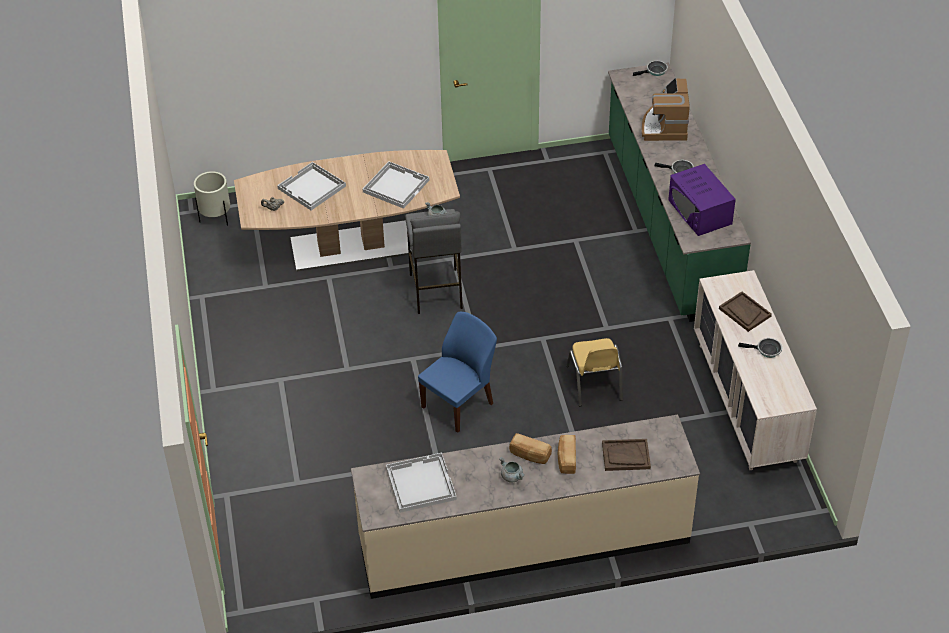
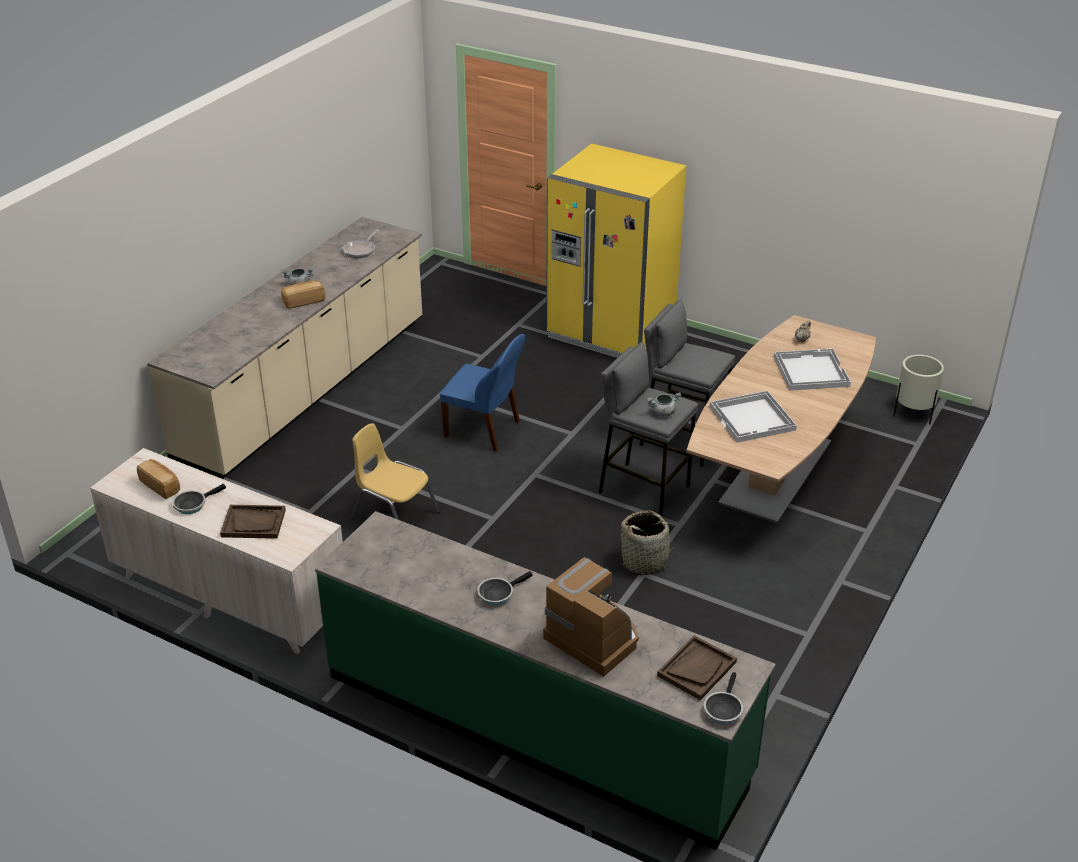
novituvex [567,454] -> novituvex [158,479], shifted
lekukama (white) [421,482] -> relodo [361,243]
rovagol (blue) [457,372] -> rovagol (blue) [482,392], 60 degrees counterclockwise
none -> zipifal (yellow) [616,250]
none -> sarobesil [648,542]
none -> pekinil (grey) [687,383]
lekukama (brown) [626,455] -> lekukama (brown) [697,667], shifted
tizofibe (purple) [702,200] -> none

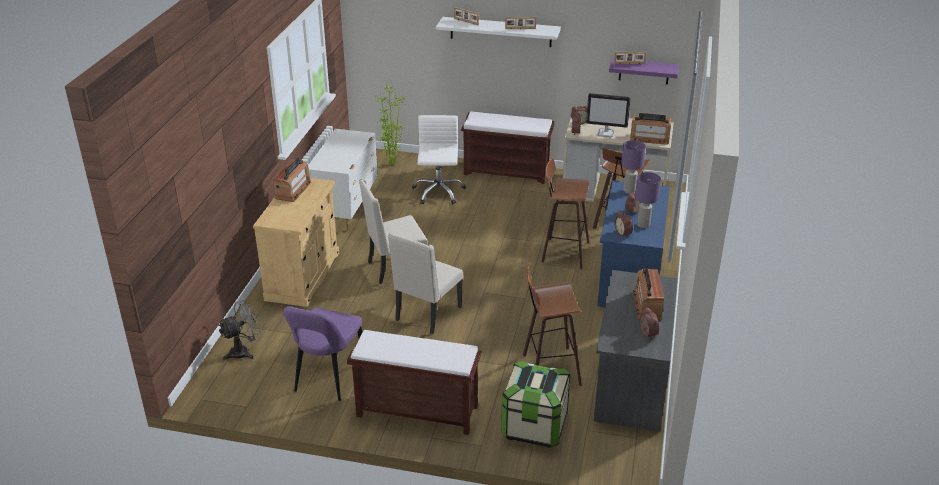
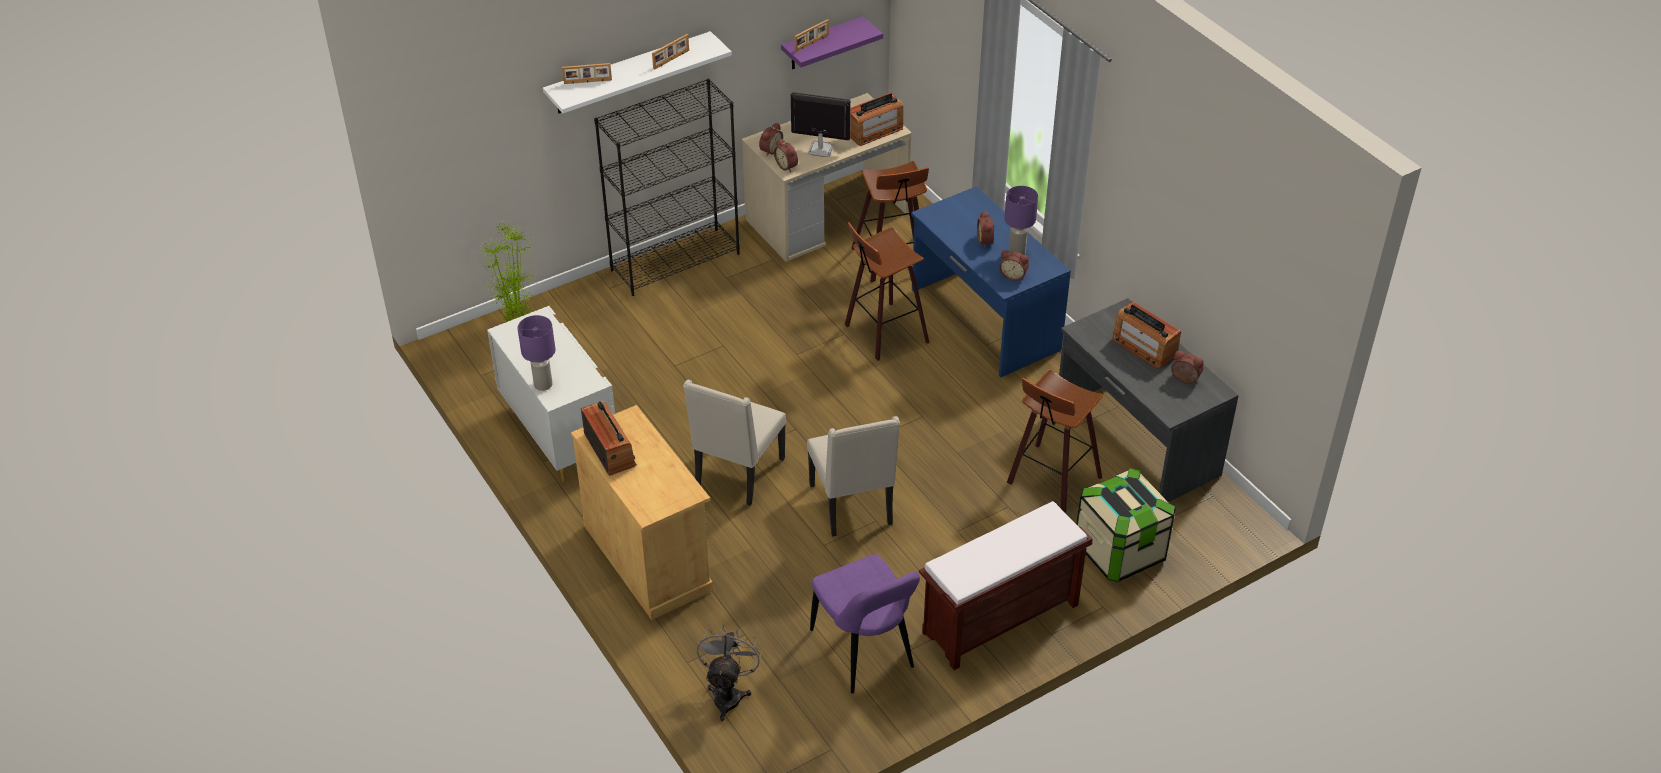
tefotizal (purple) [633,167] -> tefotizal (purple) [536,353], shifted
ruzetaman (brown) [507,148] -> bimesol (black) [667,187]
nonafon [608,115] -> nonafon [821,124], 135 degrees counterclockwise
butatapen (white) [439,159] -> none

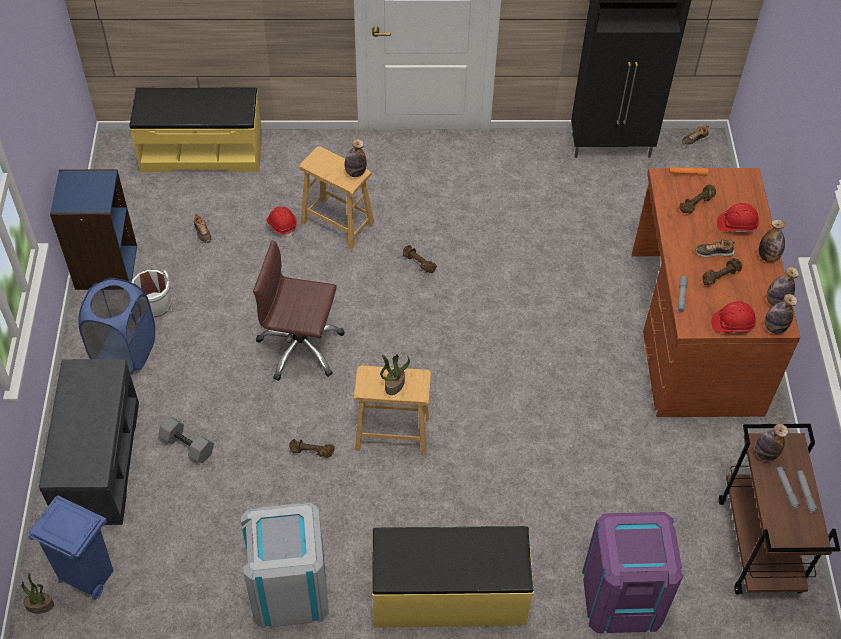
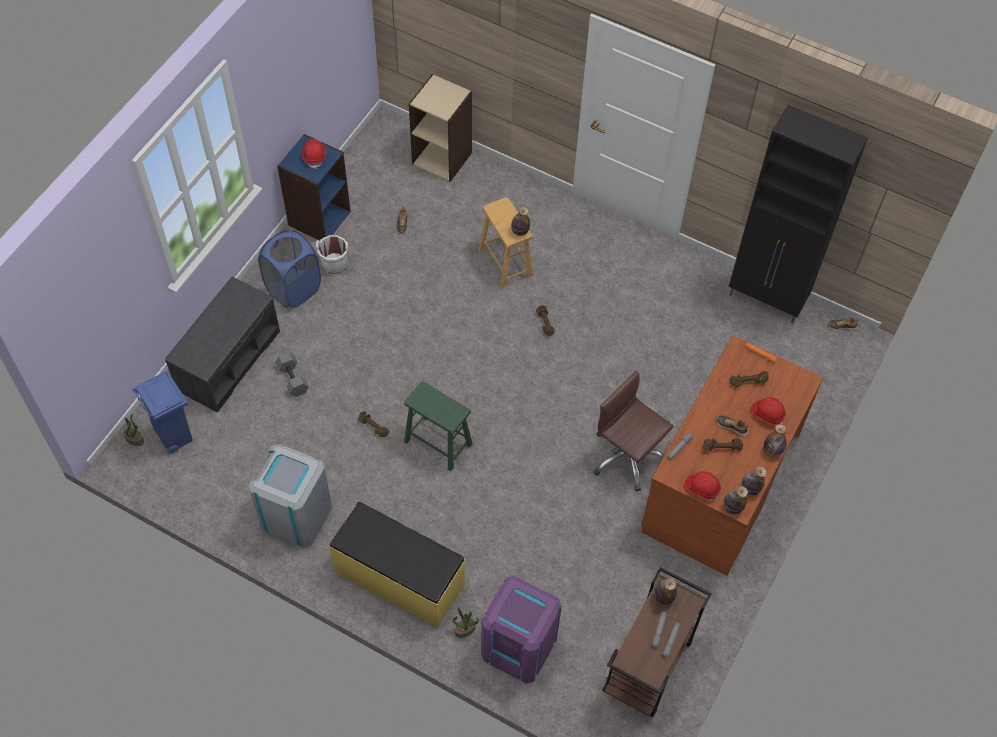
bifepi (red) [282,222] -> bifepi (red) [314,154], shifted
pekinil (brown) [392,410] -> pekinil (green) [438,426]
ruzetaman (yellow) [195,129] -> bimesol (beige) [440,128]
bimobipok [395,374] -> bimobipok [465,622], shifted
butatapen (brown) [299,310] -> butatapen (brown) [633,431], shifted

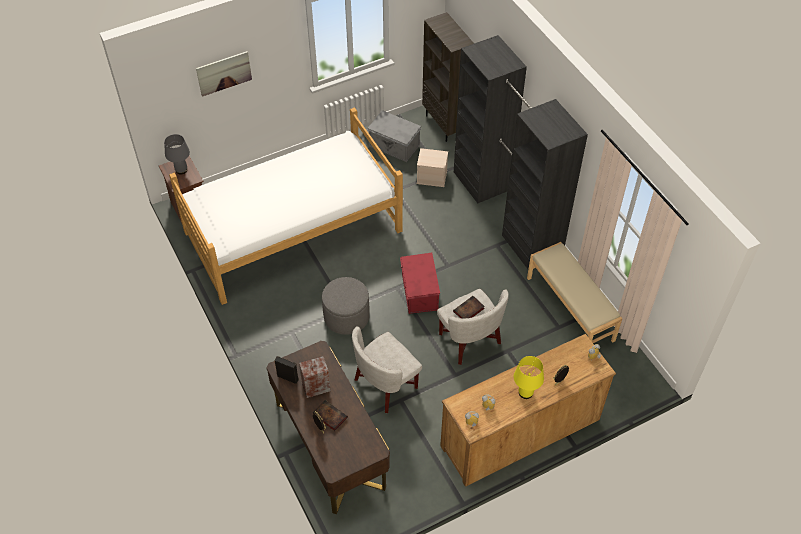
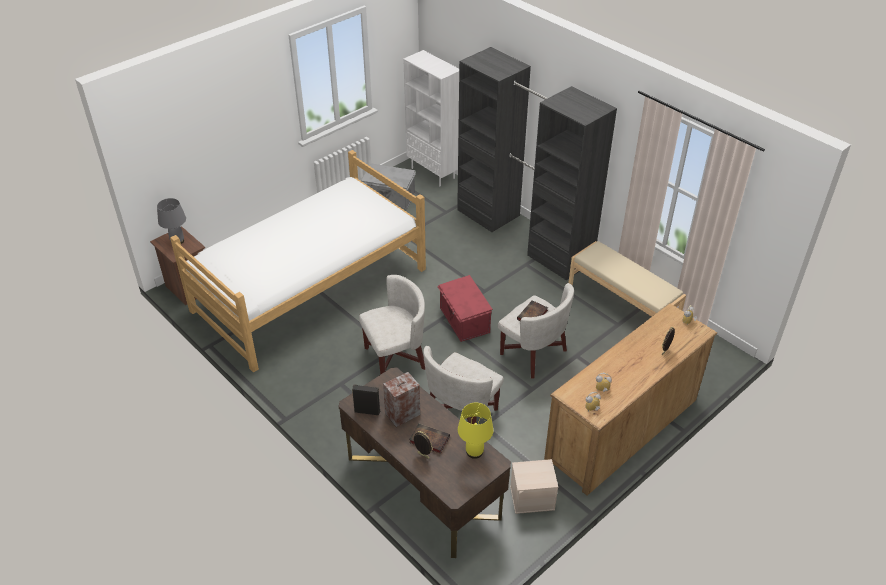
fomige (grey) [346,306] -> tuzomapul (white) [392,325]
bimesol (brown) [448,77] -> bimesol (white) [431,118]
tefotizal (yellow) [529,377] -> tefotizal (yellow) [476,431], shifted
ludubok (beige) [432,167] -> ludubok (beige) [534,486], shifted
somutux [224,74] -> none

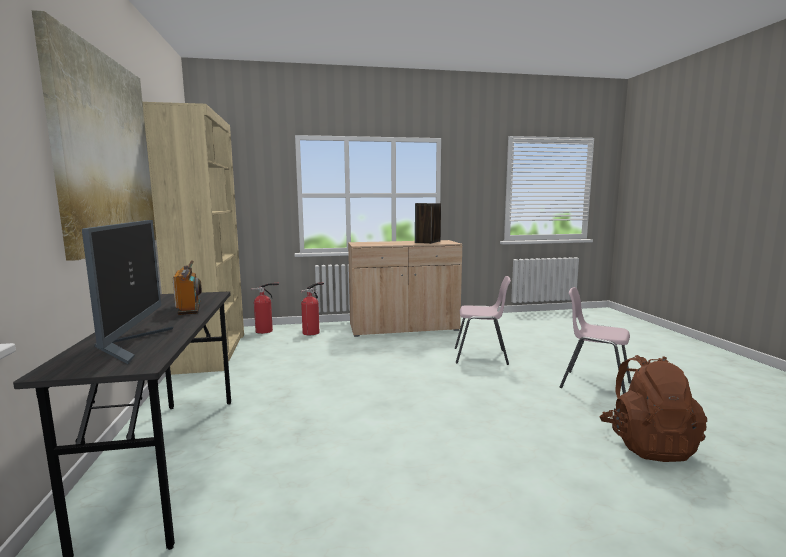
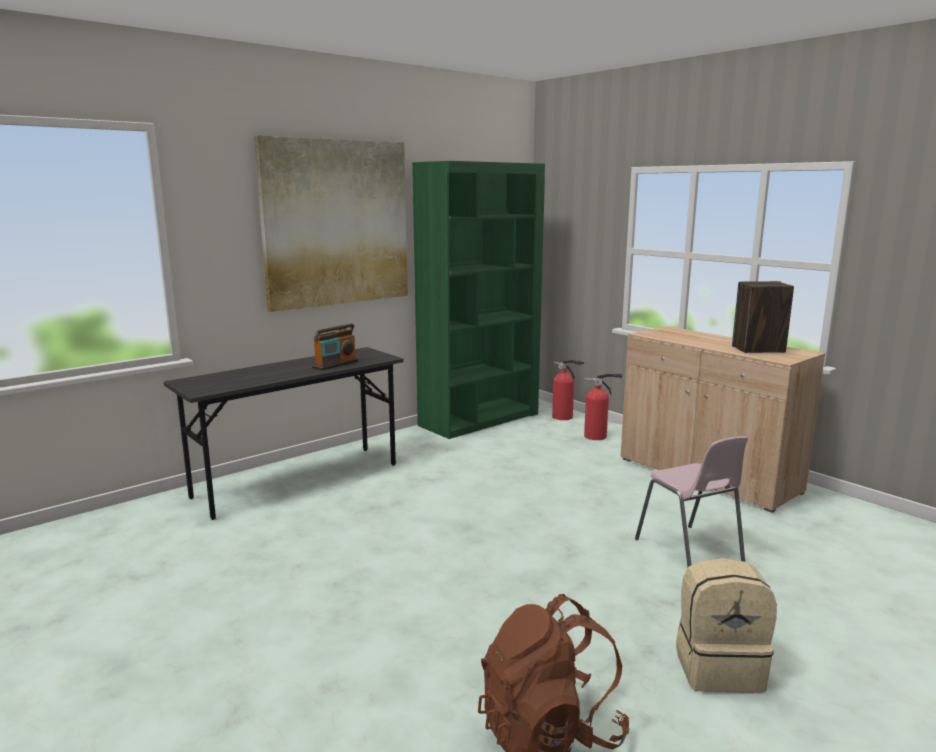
bimesol (beige) [193,238] -> bimesol (green) [478,300]
rovagol (pink) [595,340] -> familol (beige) [726,625]
nonafon [127,292] -> none

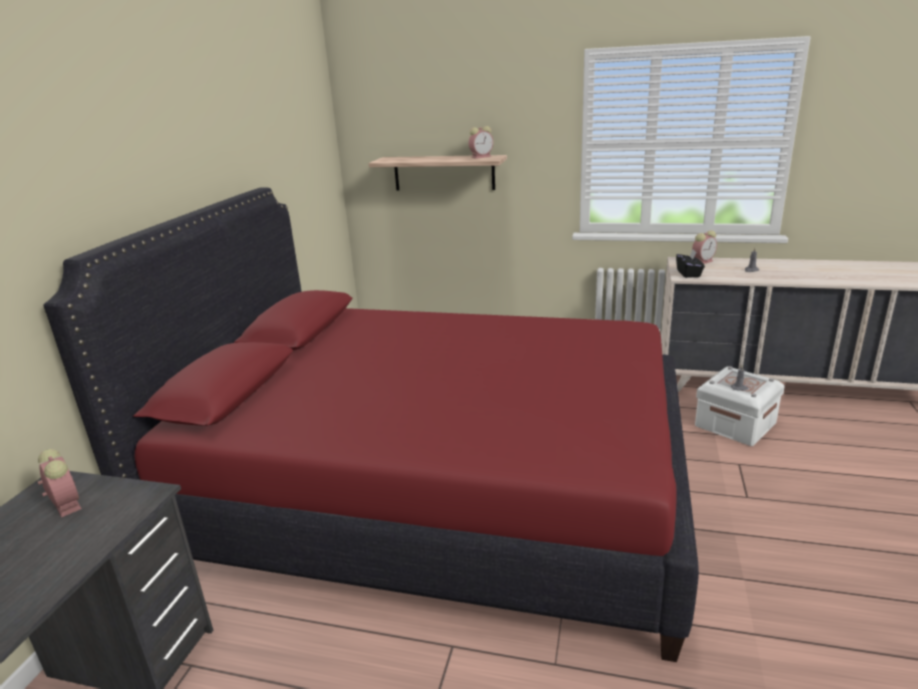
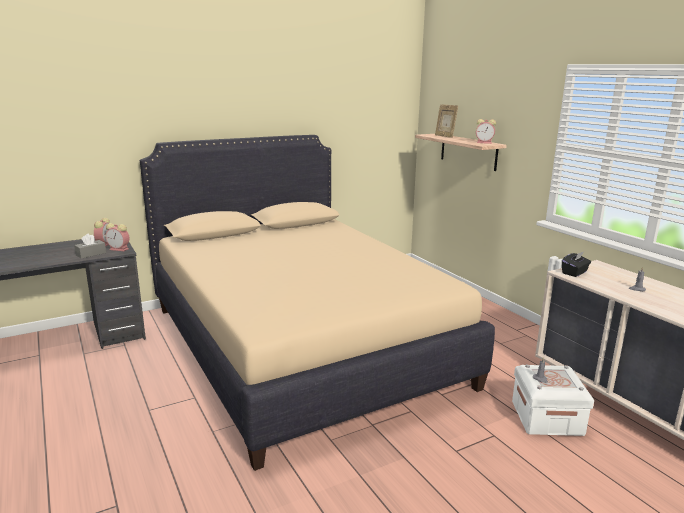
none -> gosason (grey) [90,246]
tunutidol [704,247] -> tunutidol [117,237], shifted
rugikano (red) [371,424] -> rugikano (beige) [317,303]
none -> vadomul [446,121]

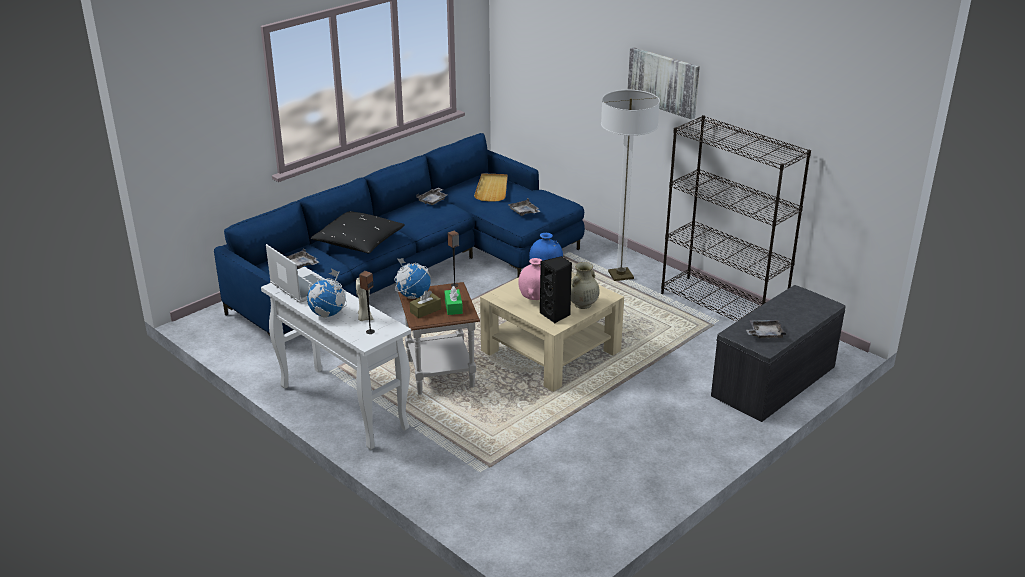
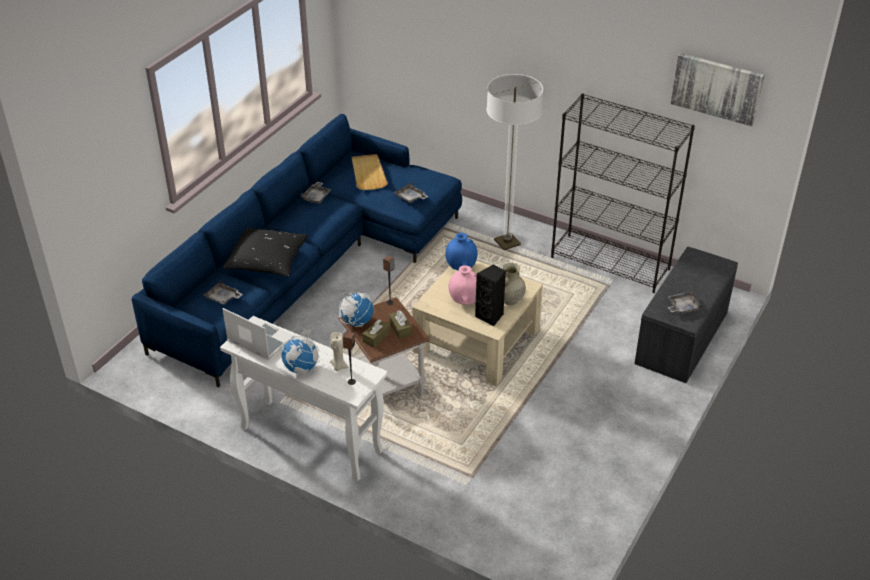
gosason (green) [454,300] -> gosason (brown) [400,324]
somutux [664,83] -> somutux [717,89], shifted

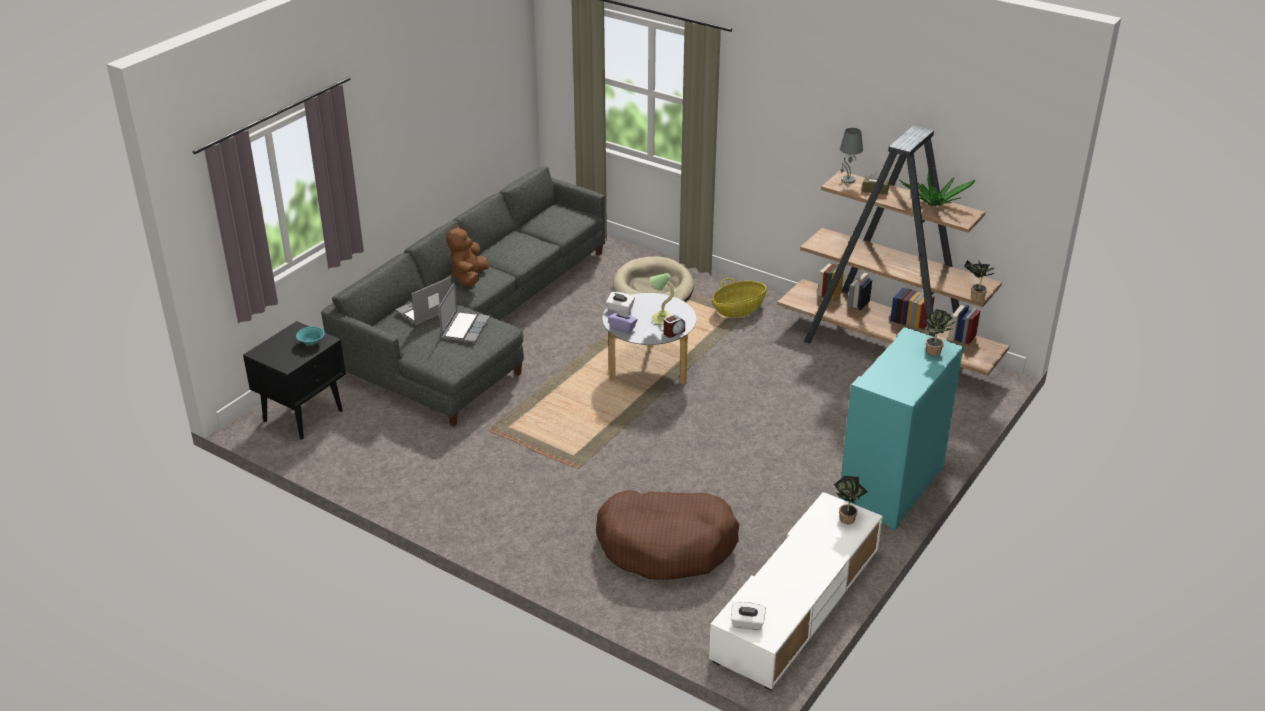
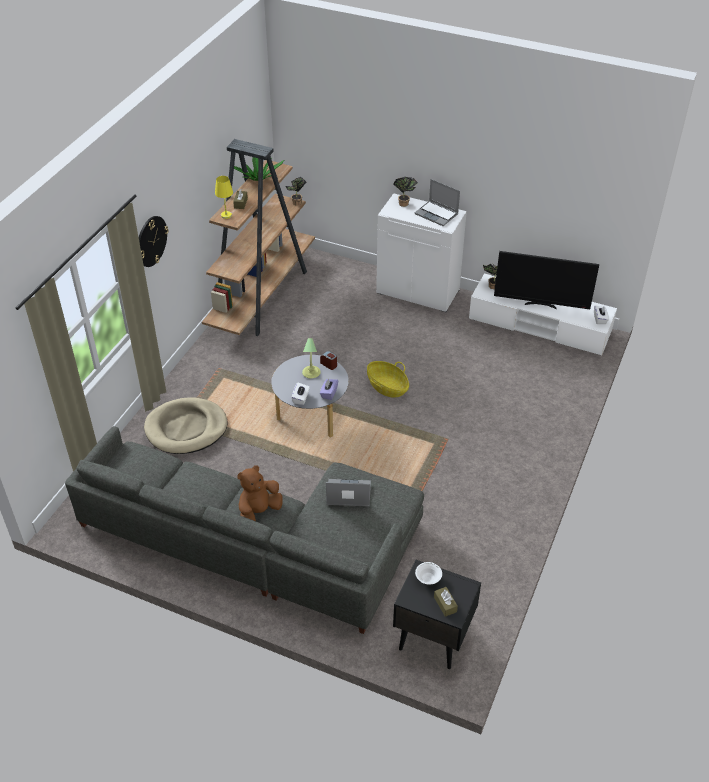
none -> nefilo [154,241]
tefotizal (grey) [851,156] -> tefotizal (yellow) [224,197]
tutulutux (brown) [468,255] -> tutulutux (brown) [260,493], 135 degrees clockwise
sarobesil [739,297] -> sarobesil [388,379], shifted
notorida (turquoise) [901,429] -> notorida (white) [421,252]
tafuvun [423,301] -> tafuvun [437,202], shifted
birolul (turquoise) [310,336] -> birolul (white) [428,573]
none -> gosason (brown) [446,602]
none -> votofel [546,280]
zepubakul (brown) [667,535] -> none

